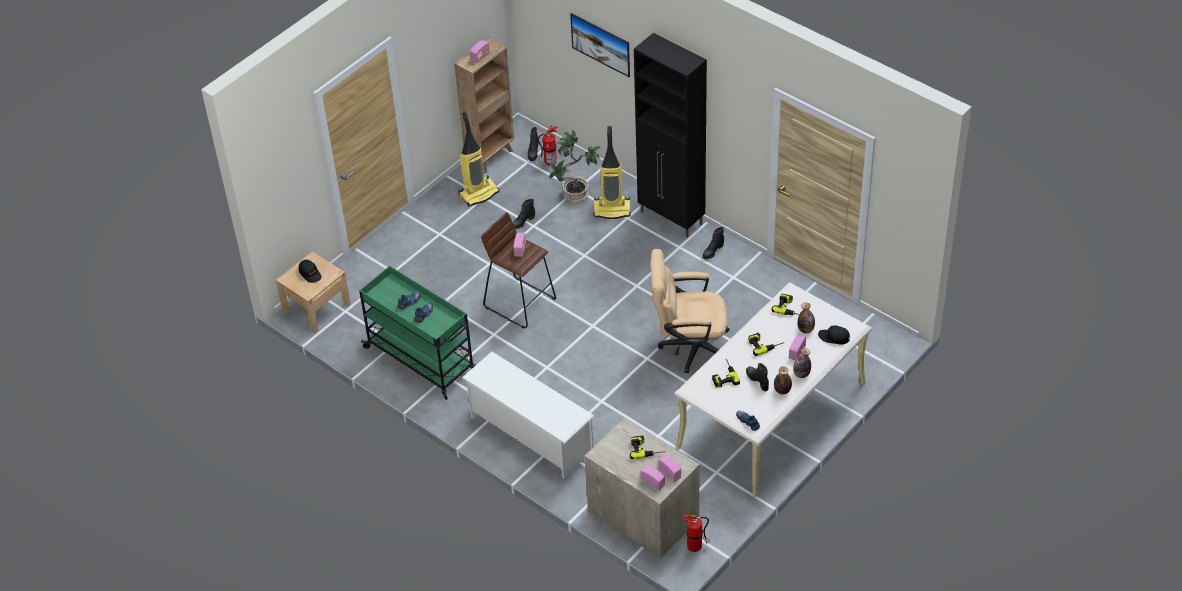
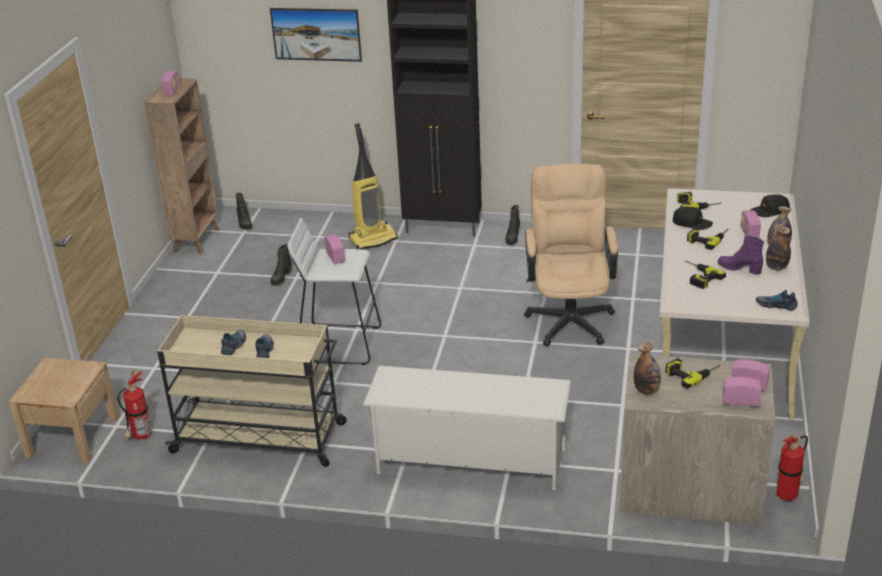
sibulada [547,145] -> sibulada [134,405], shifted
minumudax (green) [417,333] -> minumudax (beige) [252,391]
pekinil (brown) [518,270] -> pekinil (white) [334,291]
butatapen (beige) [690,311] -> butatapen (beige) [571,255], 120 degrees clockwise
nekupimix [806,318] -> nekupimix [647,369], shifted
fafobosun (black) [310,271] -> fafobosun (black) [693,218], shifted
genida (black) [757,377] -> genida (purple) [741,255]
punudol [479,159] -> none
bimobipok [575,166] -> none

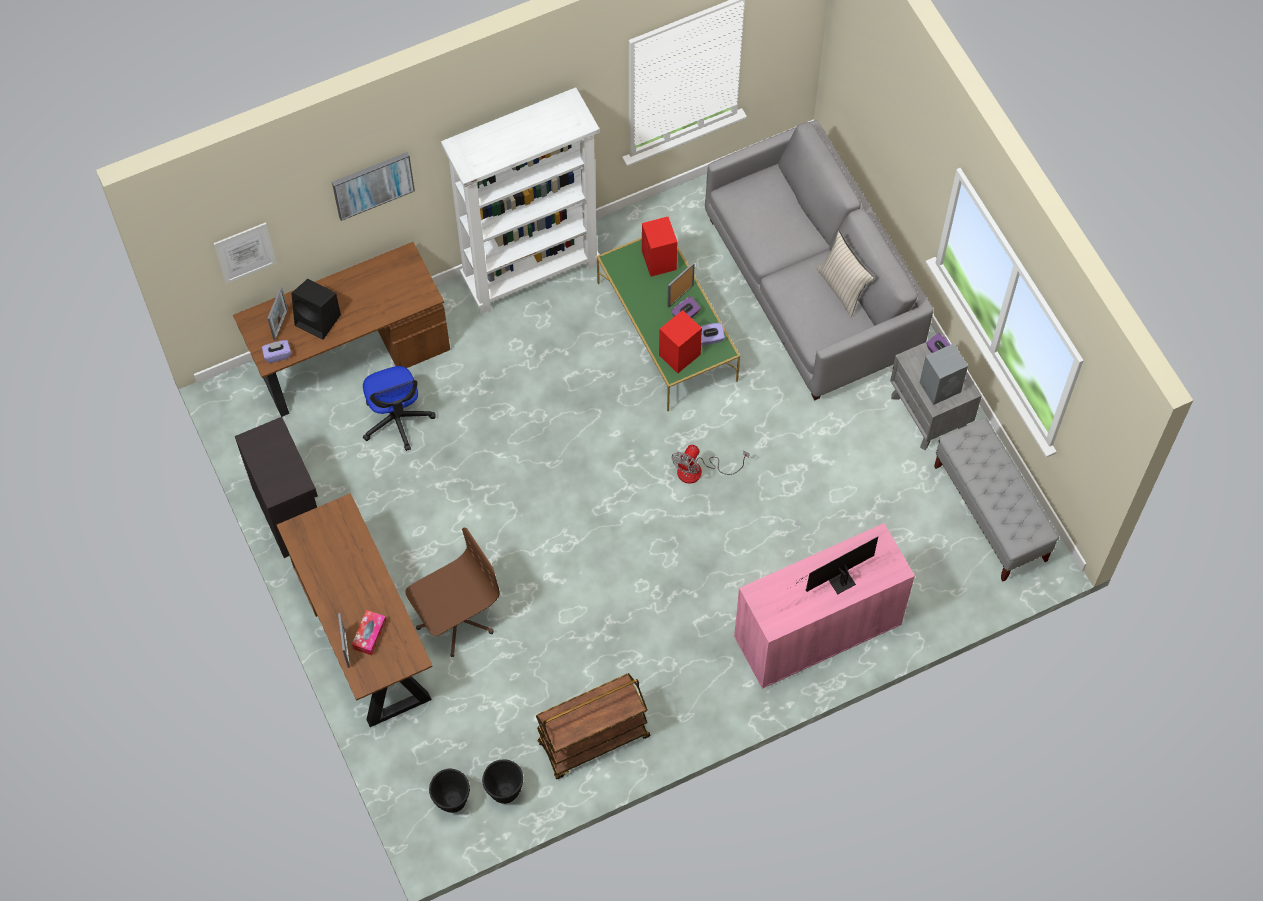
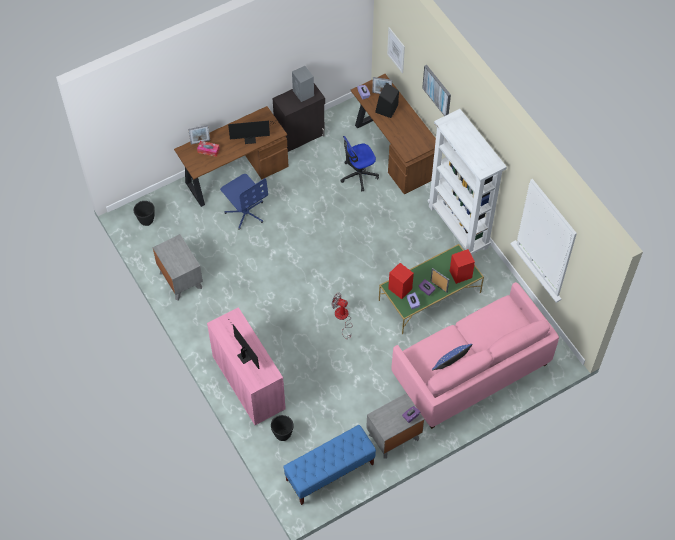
minumudax (brown) [593,726] -> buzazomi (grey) [178,267]
butatapen (brown) [452,592] -> butatapen (blue) [244,202]
none -> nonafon [253,132]
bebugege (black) [502,781] -> bebugege (black) [282,428], shifted
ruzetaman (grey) [996,500] -> ruzetaman (blue) [329,465]
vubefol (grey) [944,374] -> vubefol (grey) [303,84], shifted
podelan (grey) [819,260] -> podelan (pink) [475,355]
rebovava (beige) [845,274] -> rebovava (blue) [452,357]

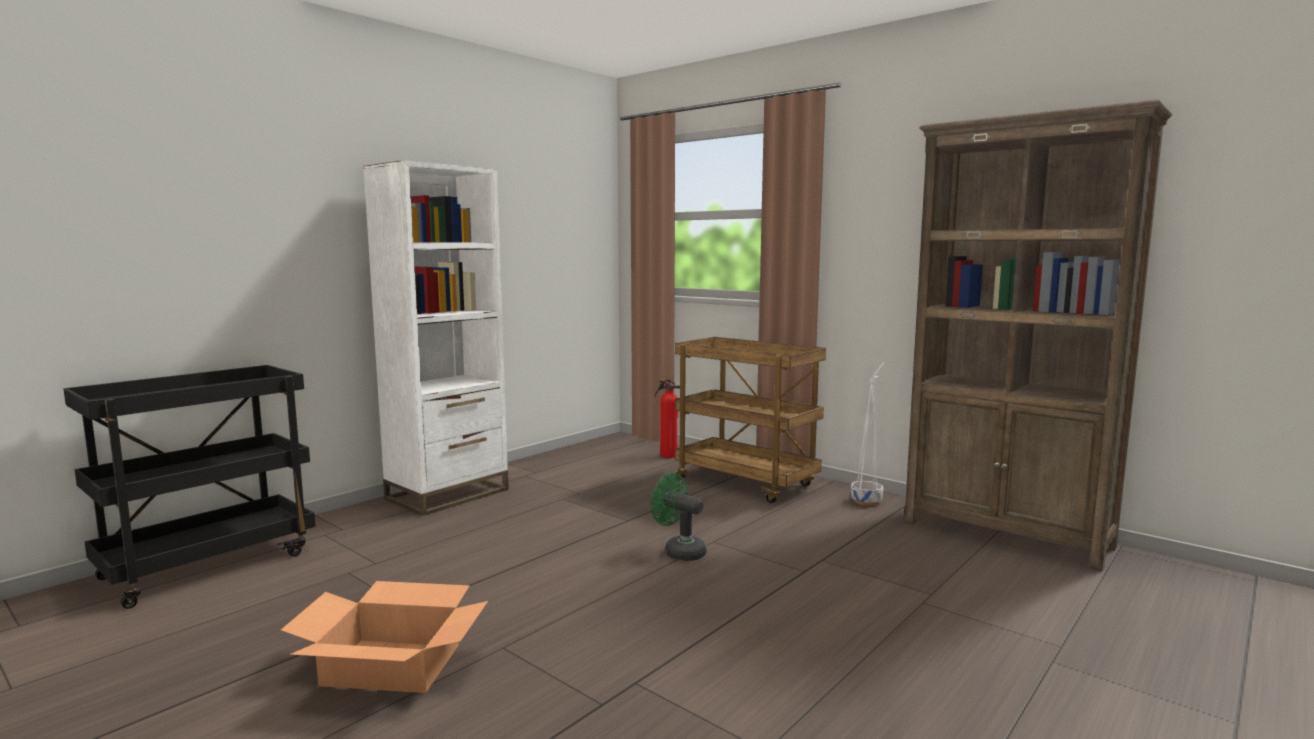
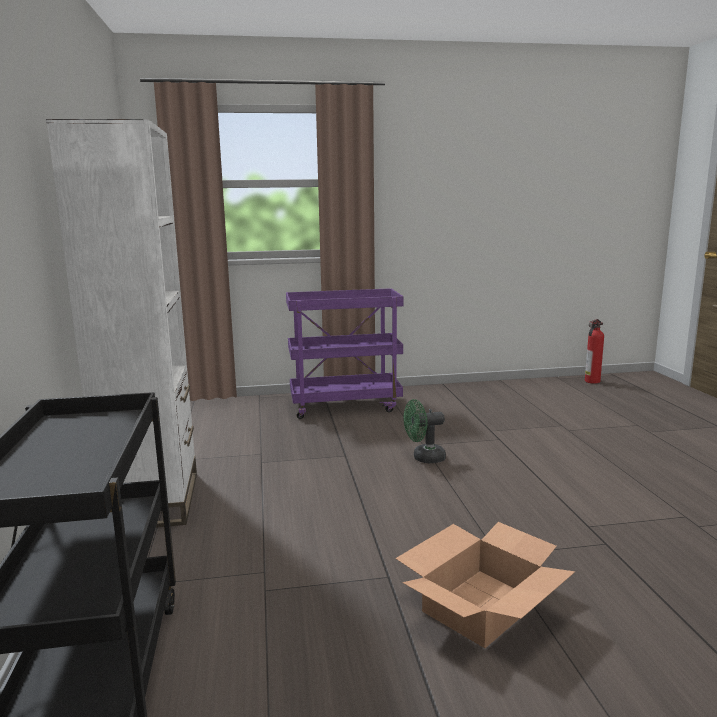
minumudax (brown) [750,420] -> minumudax (purple) [345,353]
sibulada [667,419] -> sibulada [594,351], shifted
bebugege (white) [867,434] -> none
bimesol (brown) [1037,335] -> none

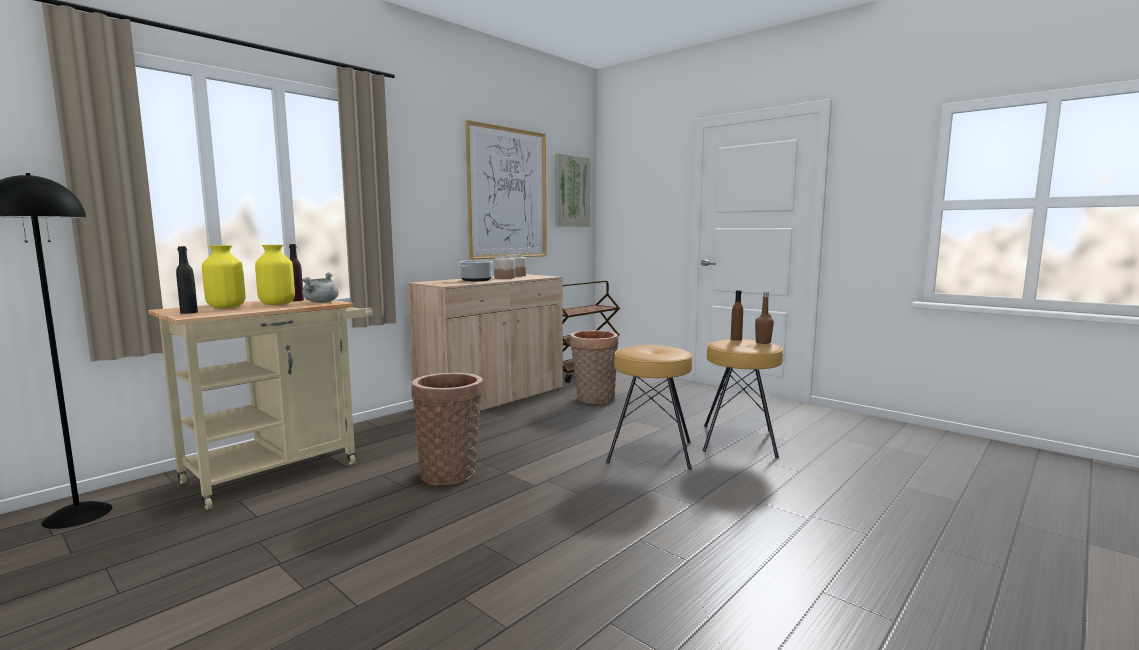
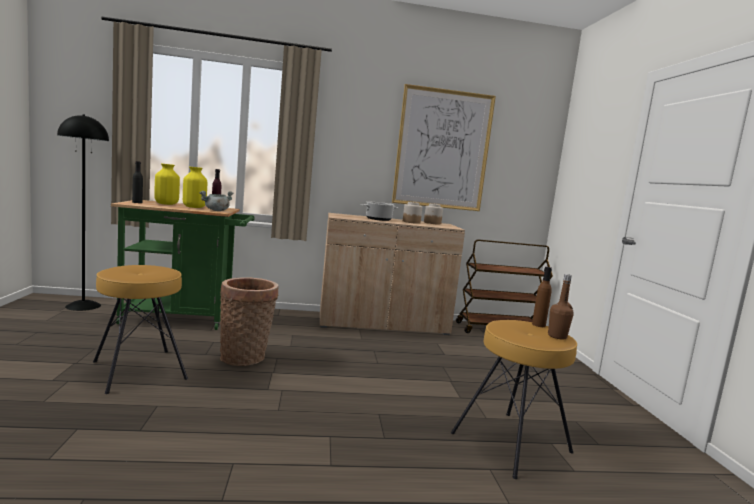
pekinil (brown) [649,407] -> pekinil (brown) [140,329], shifted
minumudax (beige) [260,404] -> minumudax (green) [183,265]
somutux [572,190] -> none
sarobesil [594,367] -> none

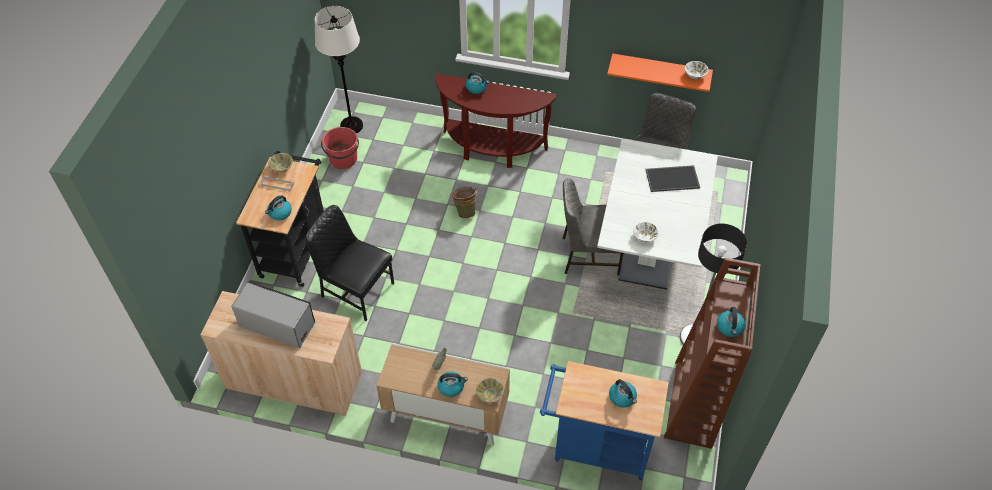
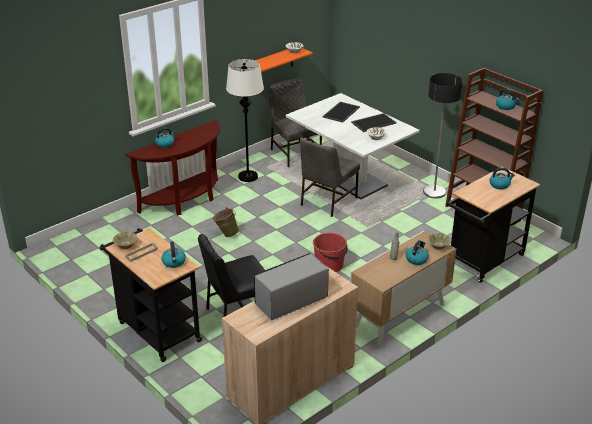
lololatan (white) [339,69] -> lololatan (white) [245,120], shifted
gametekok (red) [340,148] -> gametekok (red) [330,252], shifted
none -> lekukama [373,122]
minumudax (blue) [604,420] -> minumudax (black) [493,225]

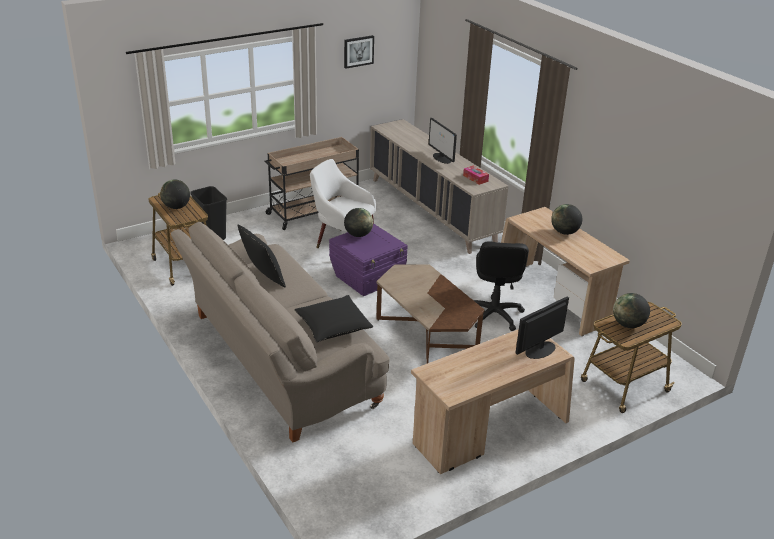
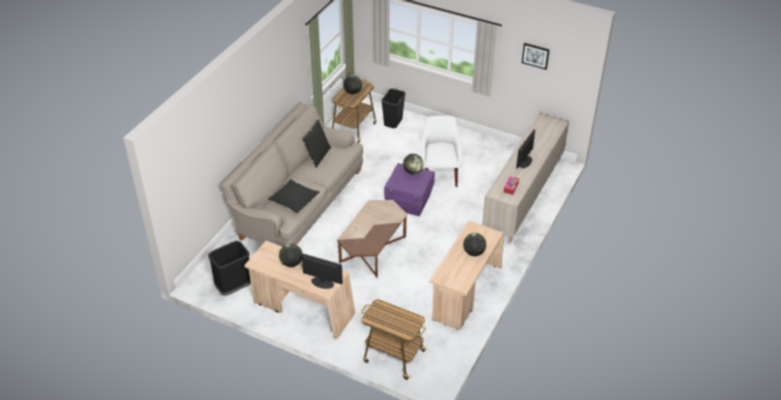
none -> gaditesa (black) [229,268]
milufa [631,310] -> milufa [290,255], shifted
minumudax (beige) [312,183] -> none
butatapen (black) [501,286] -> none

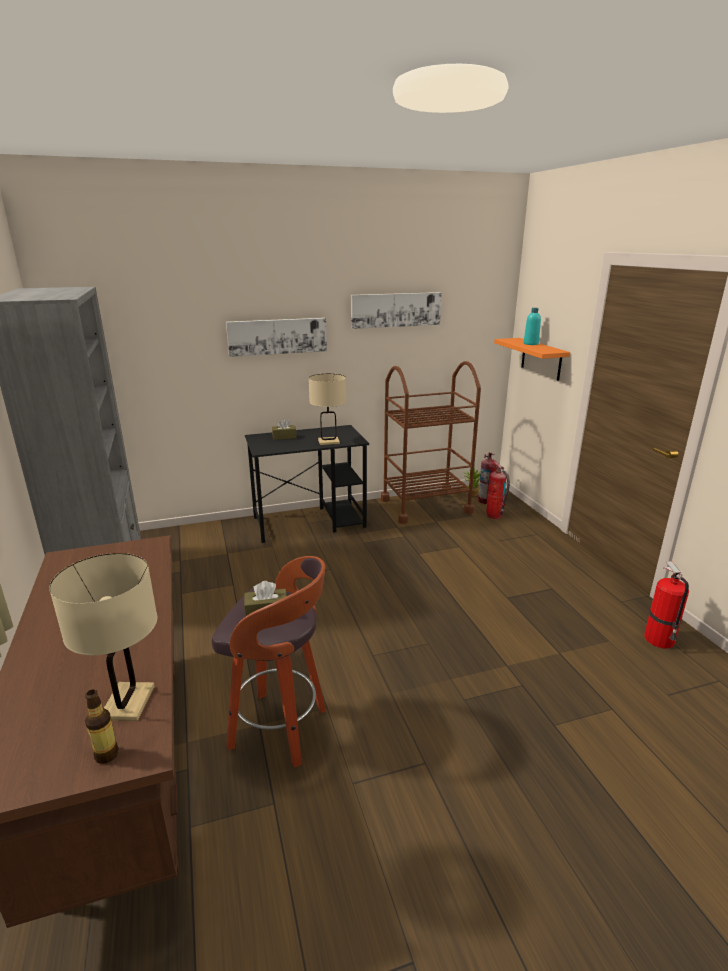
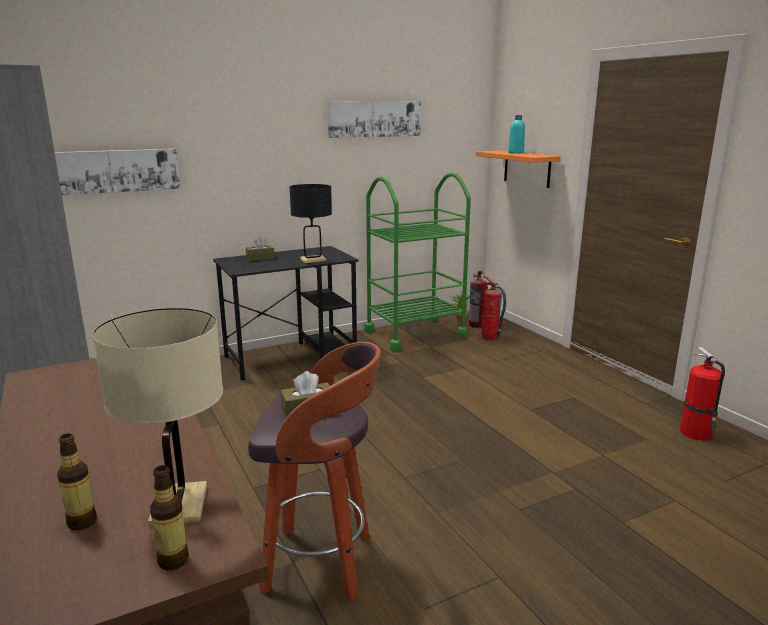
somutux [276,337] -> somutux [117,172], shifted
none -> nekupimix [77,481]
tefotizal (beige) [327,409] -> tefotizal (black) [311,223]
minumudax (brown) [431,442] -> minumudax (green) [417,262]

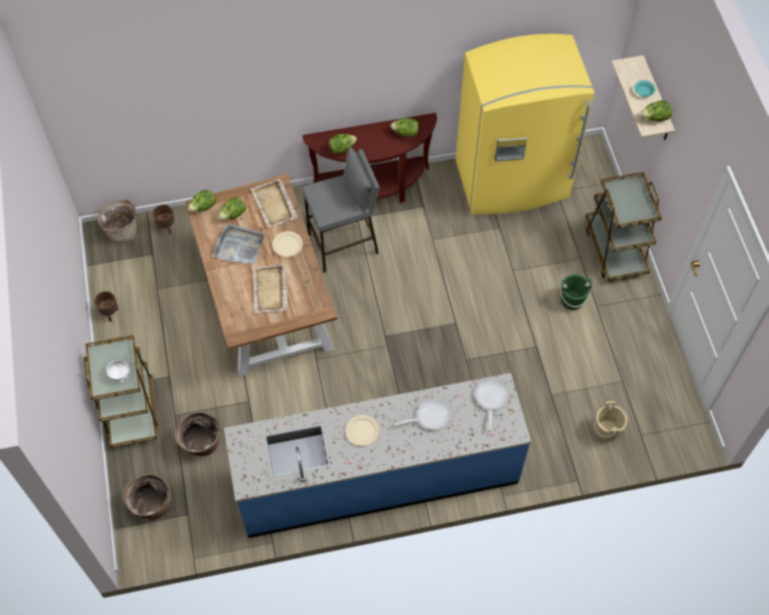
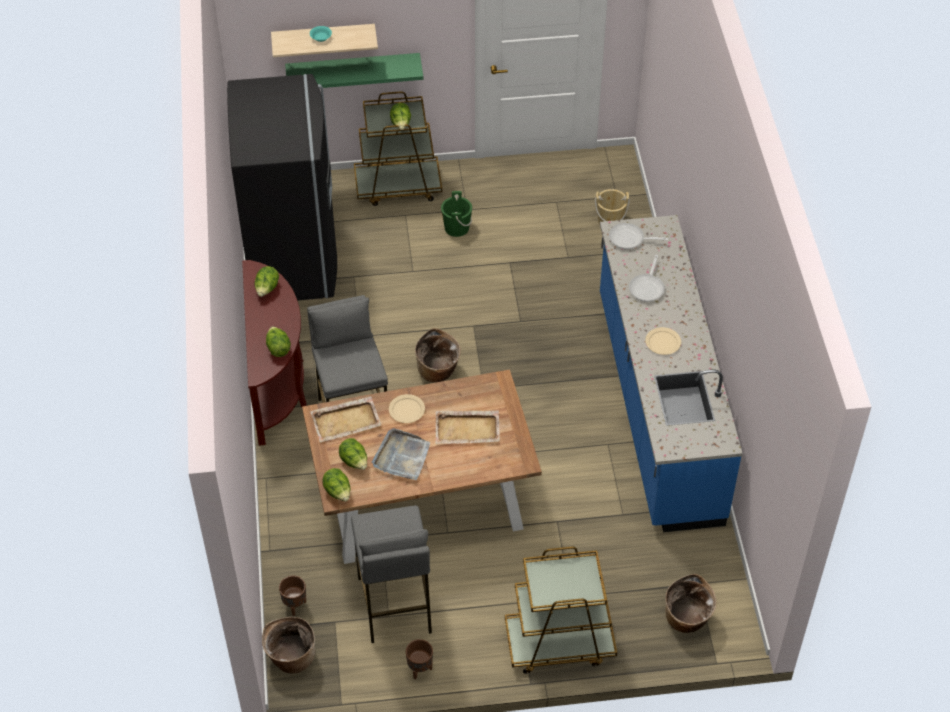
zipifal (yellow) [525,124] -> zipifal (black) [282,187]
none -> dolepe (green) [354,70]
none -> pekinil (grey) [391,574]
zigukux [656,111] -> zigukux [400,116], shifted
sarobesil [197,434] -> sarobesil [438,355], shifted
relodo [423,414] -> relodo [647,278], 150 degrees counterclockwise
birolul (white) [117,371] -> none

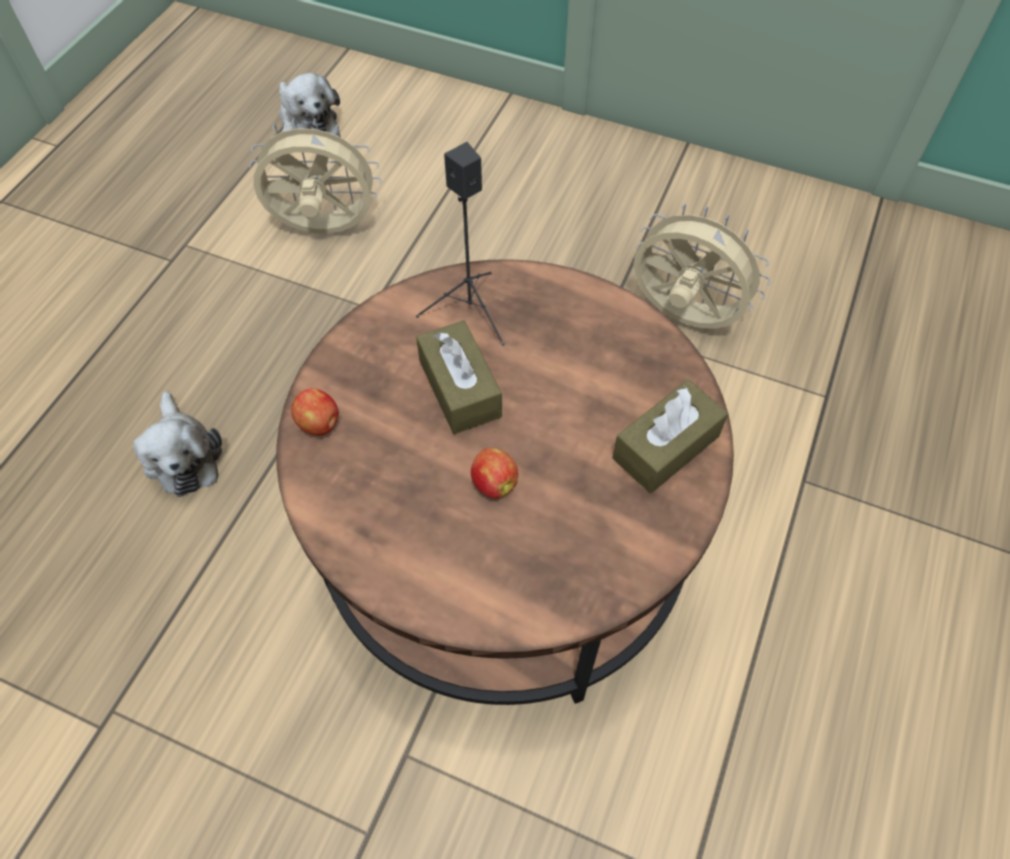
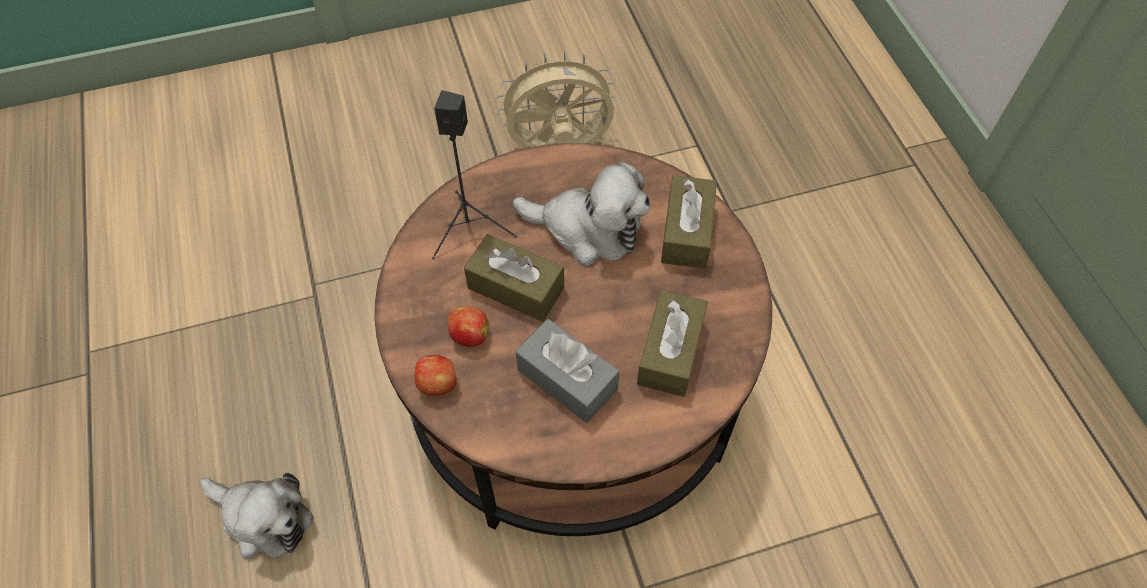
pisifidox [494,473] -> pisifidox [468,326], shifted
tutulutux [309,104] -> tutulutux [581,213], shifted
none -> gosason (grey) [567,371]
none -> gosason (brown) [672,343]
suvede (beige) [315,176] -> none

